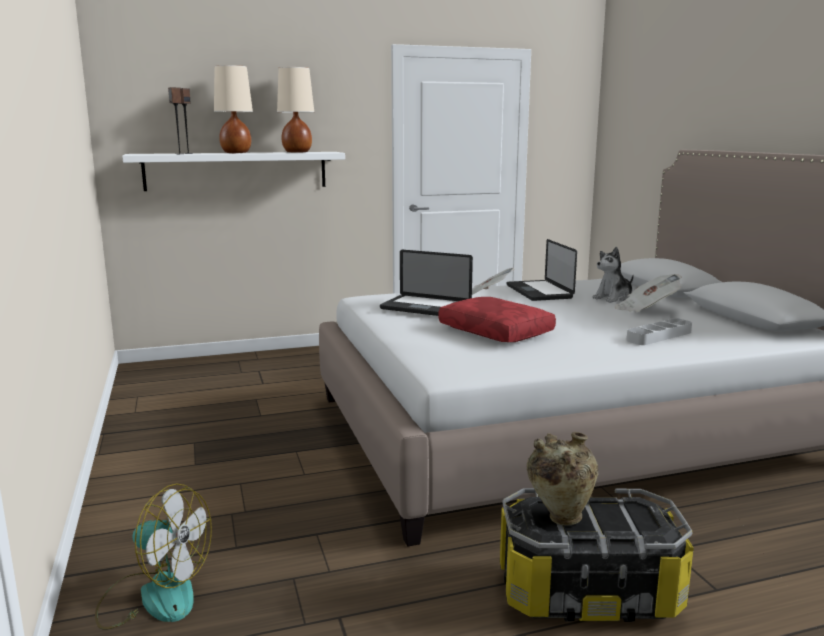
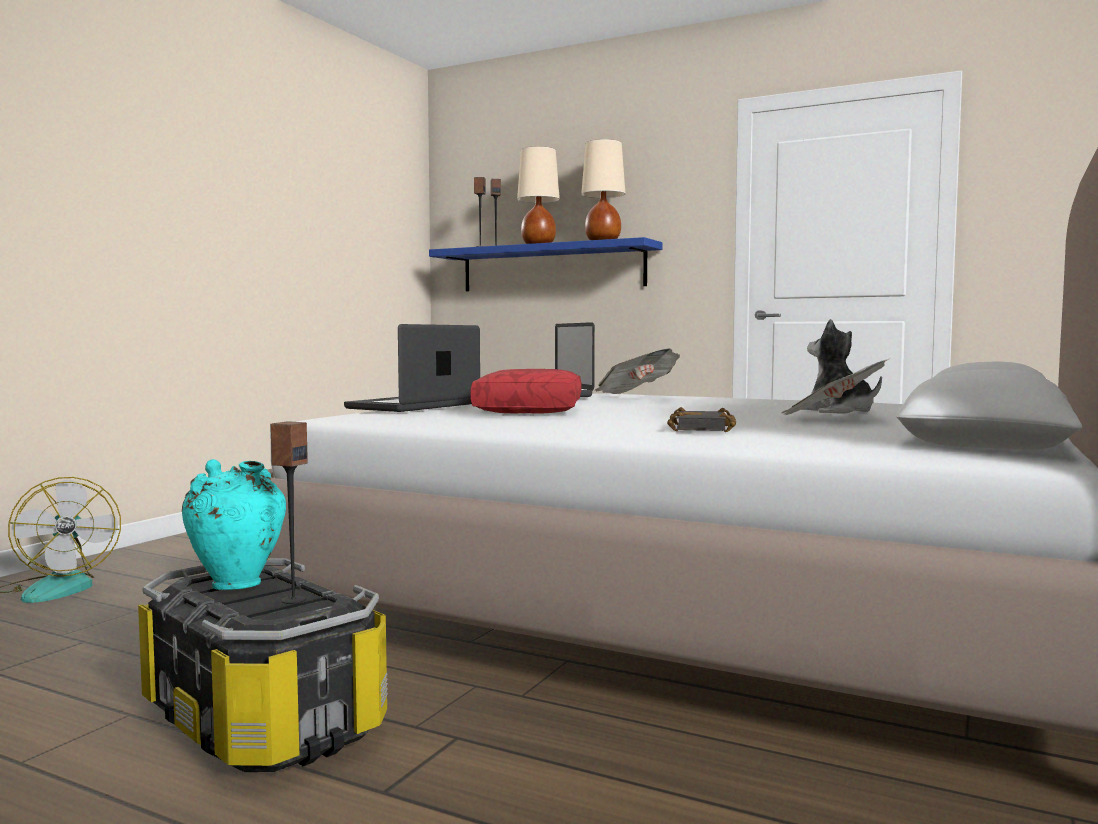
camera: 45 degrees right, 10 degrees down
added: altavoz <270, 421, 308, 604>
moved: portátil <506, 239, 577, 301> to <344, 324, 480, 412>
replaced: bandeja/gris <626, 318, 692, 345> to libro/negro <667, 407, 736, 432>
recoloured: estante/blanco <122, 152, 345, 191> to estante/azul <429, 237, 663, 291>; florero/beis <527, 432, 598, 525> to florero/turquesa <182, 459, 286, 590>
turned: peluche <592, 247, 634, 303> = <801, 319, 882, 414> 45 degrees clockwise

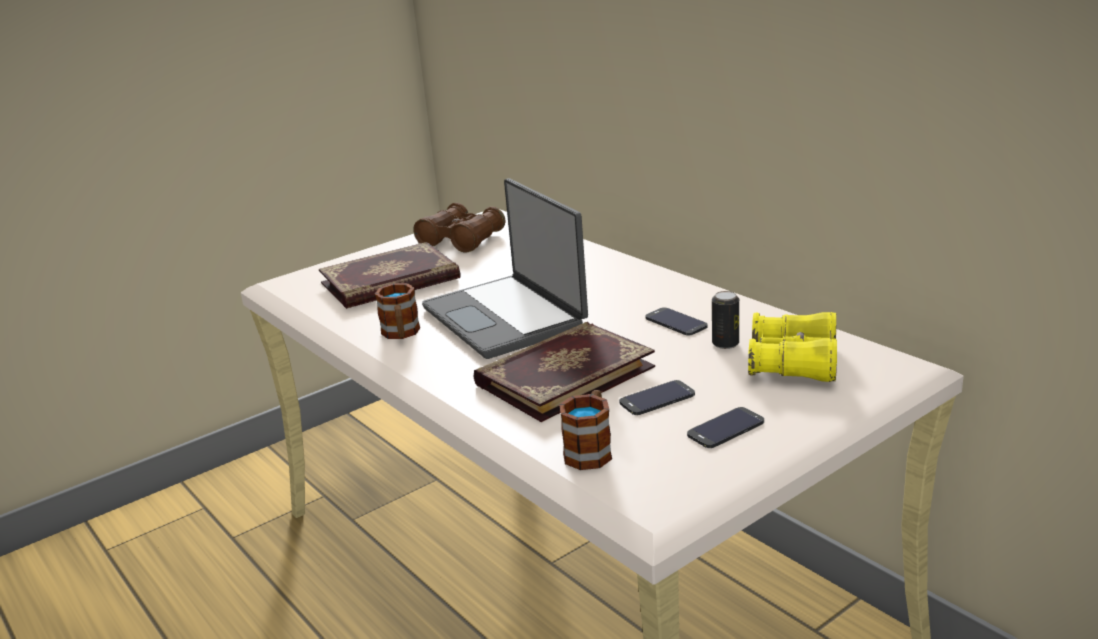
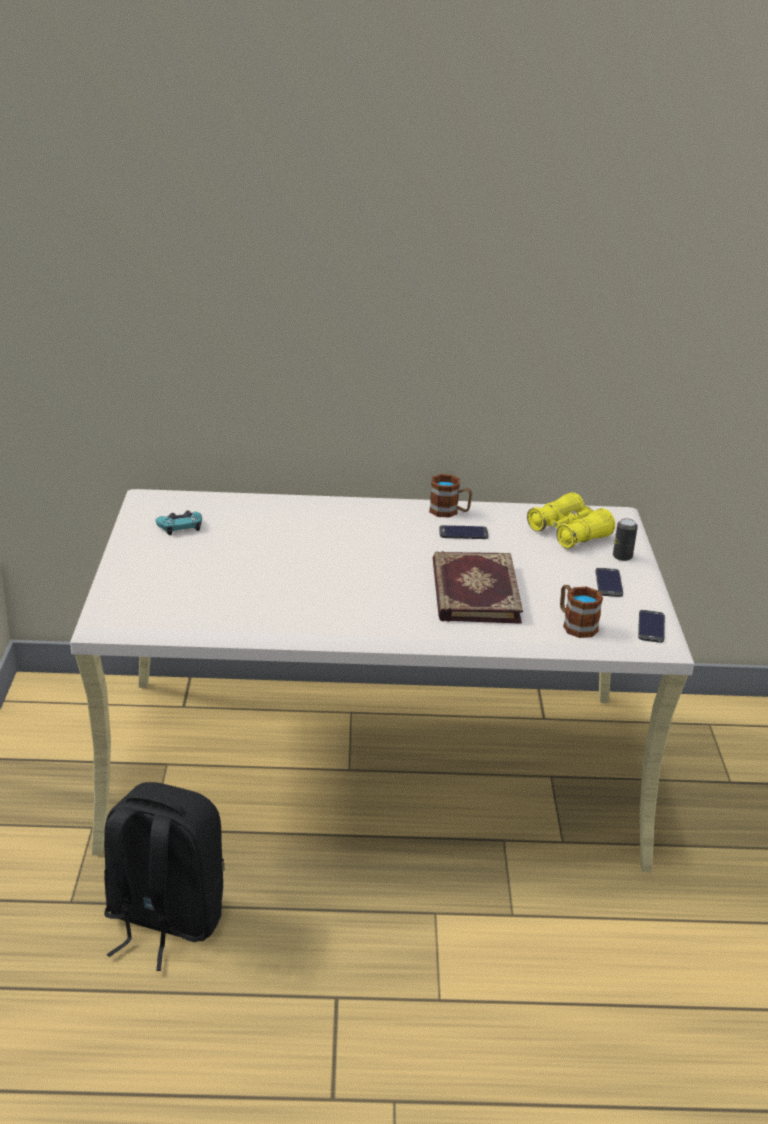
camera: 55 degrees left, 5 degrees up
removed: libro <319, 242, 460, 309>; portátil <422, 178, 588, 359>
added: mochila/negro <104, 782, 224, 971>
moved: taza grande <375, 283, 420, 339> to <429, 474, 472, 518>; móvil <619, 380, 695, 415> to <638, 610, 665, 643>; lata <712, 291, 739, 349> to <613, 518, 638, 561>
replaced: prismáticos/marrón <413, 203, 505, 253> to mando de consola/turquesa <156, 510, 202, 535>

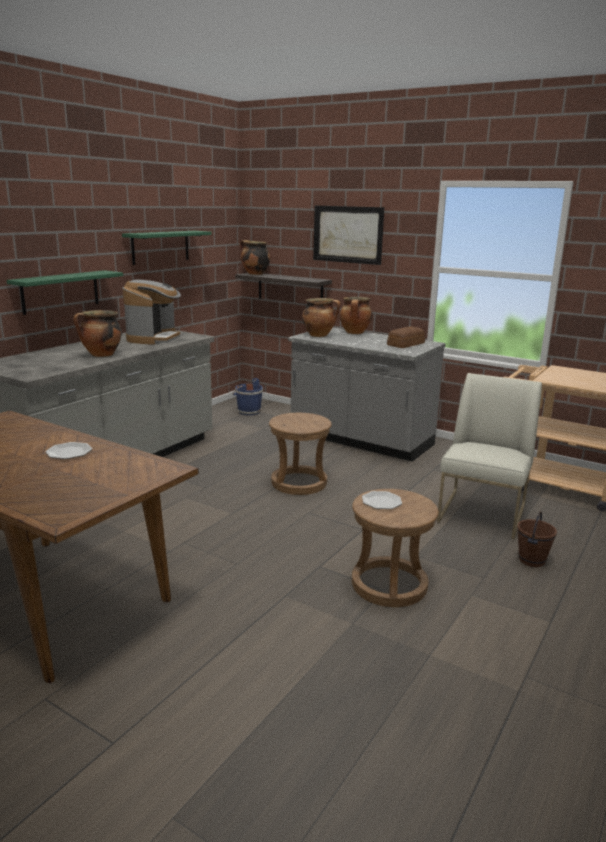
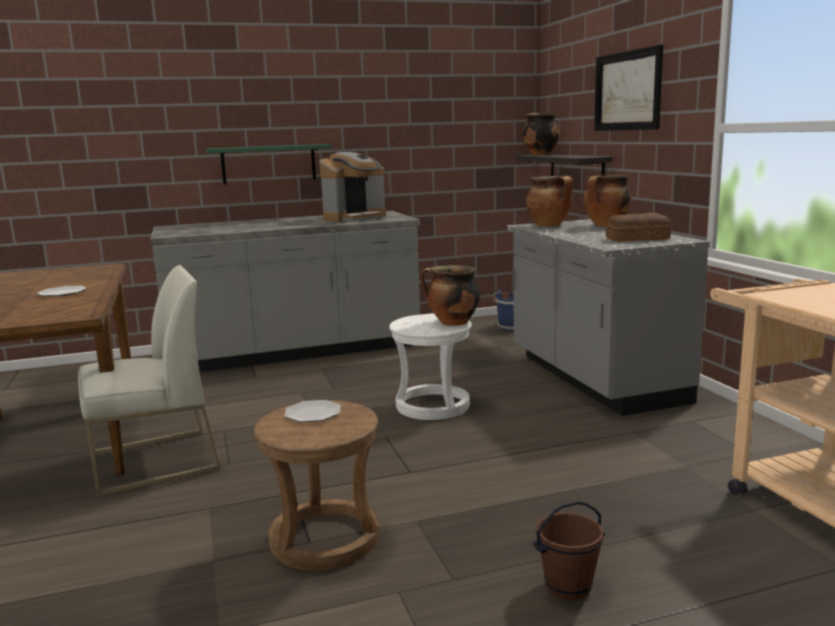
camera: 40 degrees right, 5 degrees down
removed: estante/verde <122, 231, 212, 265>
moved: olla <73, 310, 122, 357> to <421, 265, 480, 326>; silla/blanco <437, 373, 542, 539> to <78, 265, 221, 497>
recoloured: taburete/marrón <269, 413, 332, 495> to taburete/blanco <389, 314, 472, 420>

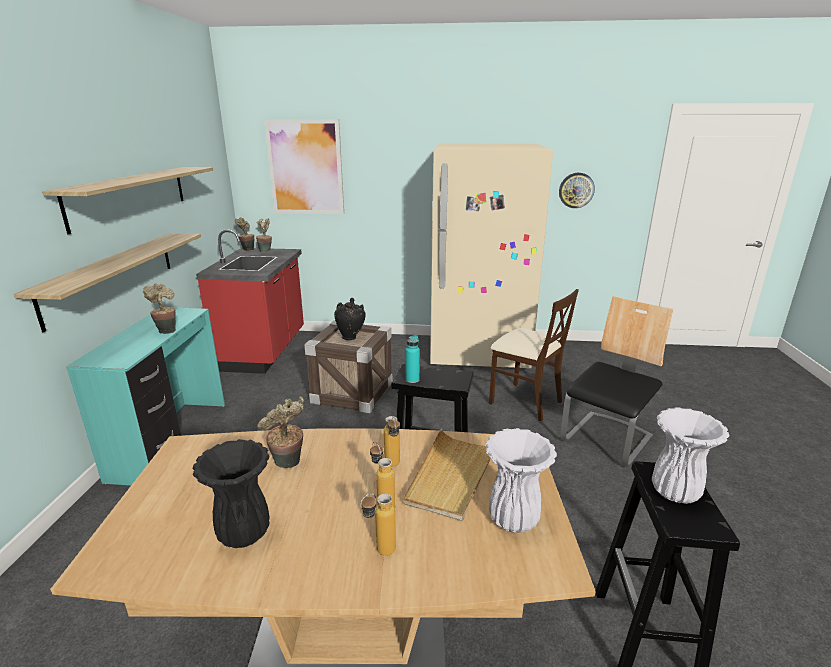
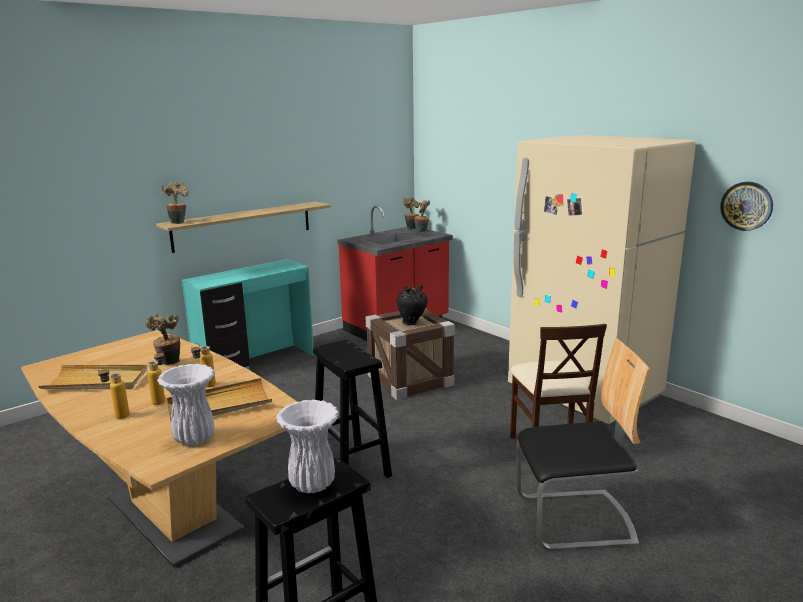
camera: 45 degrees right, 5 degrees down
removed: estante <42, 167, 213, 234>; cuadro <264, 119, 344, 214>; botella/turquesa <405, 335, 420, 383>
moved: planta en maceta <143, 284, 176, 334> to <161, 181, 189, 224>
replaced: florero/negro <192, 439, 270, 548> to bandeja/beis <38, 365, 147, 389>

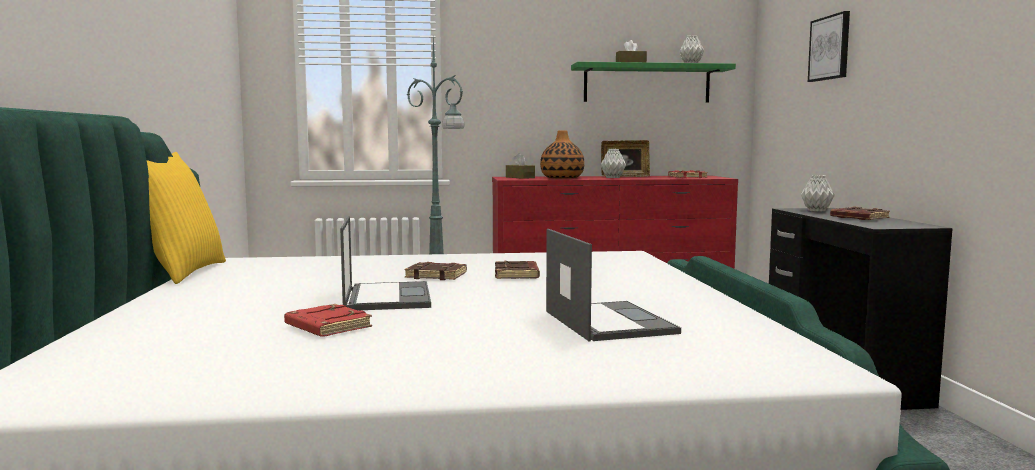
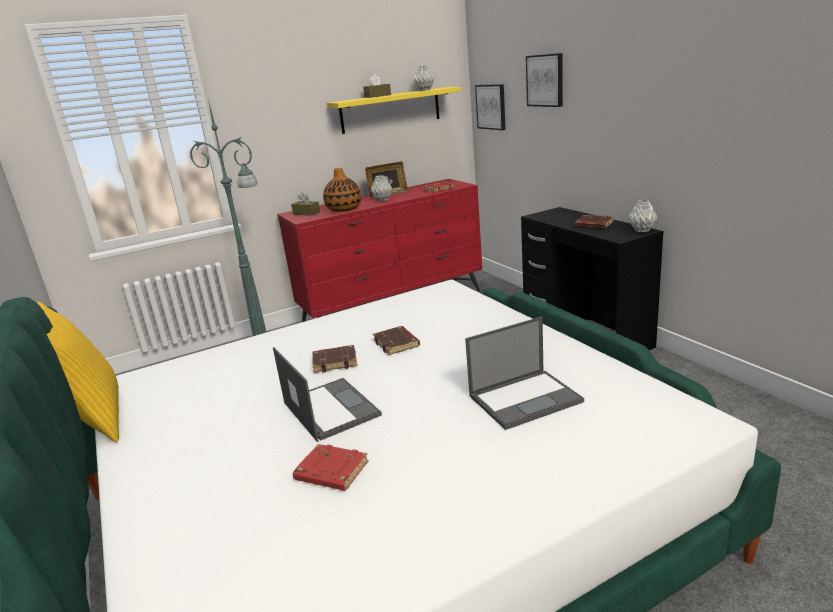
camera: 20 degrees left, 15 degrees up
added: cuadro <475, 84, 506, 130>
moved: florero/gris <801, 175, 835, 212> to <629, 200, 657, 232>
recoloured: estante/verde <571, 62, 736, 103> to estante/amarillo <327, 87, 461, 134>
turned: portátil <546, 229, 681, 341> = <465, 316, 584, 430> 105 degrees clockwise

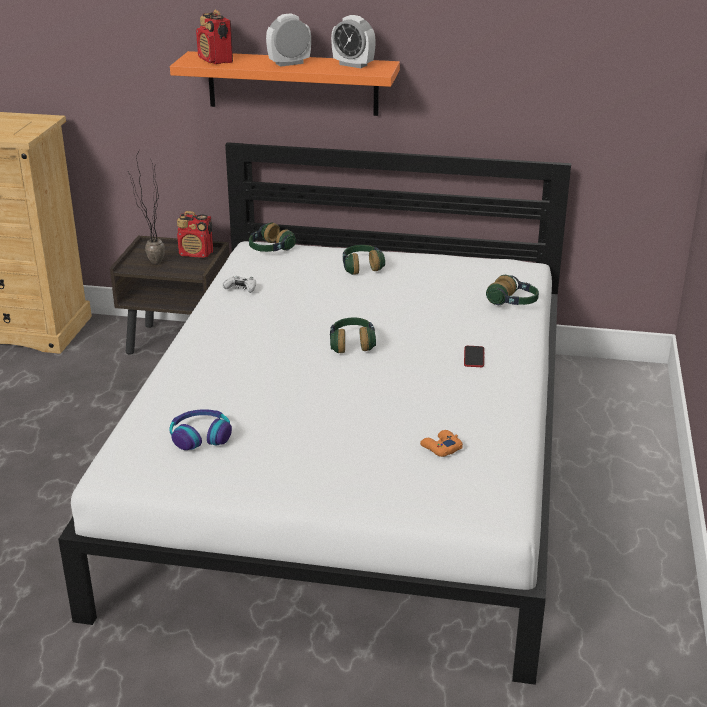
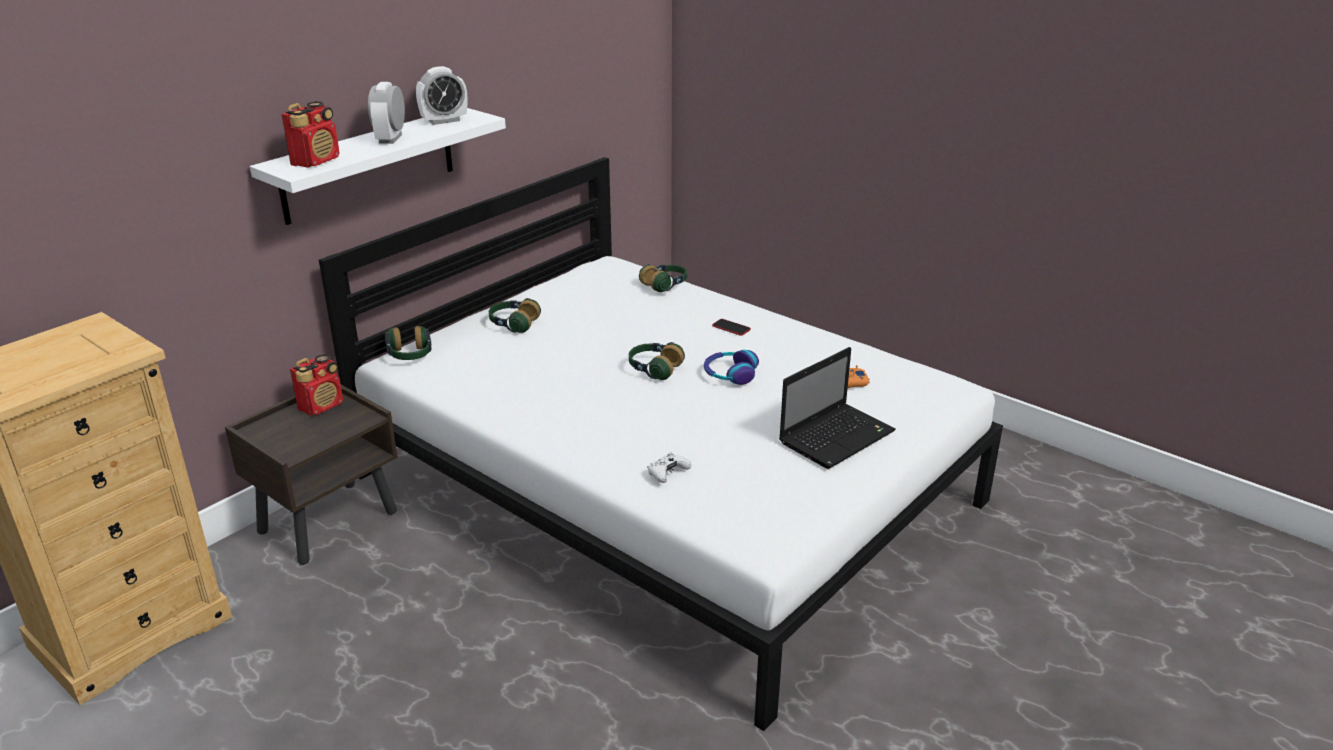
camera: 60 degrees left, 0 degrees up
removed: planta en maceta <128, 153, 165, 264>
added: portátil <779, 347, 896, 469>
moved: auriculares <169, 409, 232, 450> to <704, 350, 759, 385>; mando de consola/blanco <222, 276, 256, 293> to <648, 452, 691, 483>
recoloured: estante/naranja <170, 51, 400, 116> to estante/blanco <250, 108, 506, 225>
turned: radio <196, 10, 233, 64> = <282, 101, 340, 168> 60 degrees counterclockwise

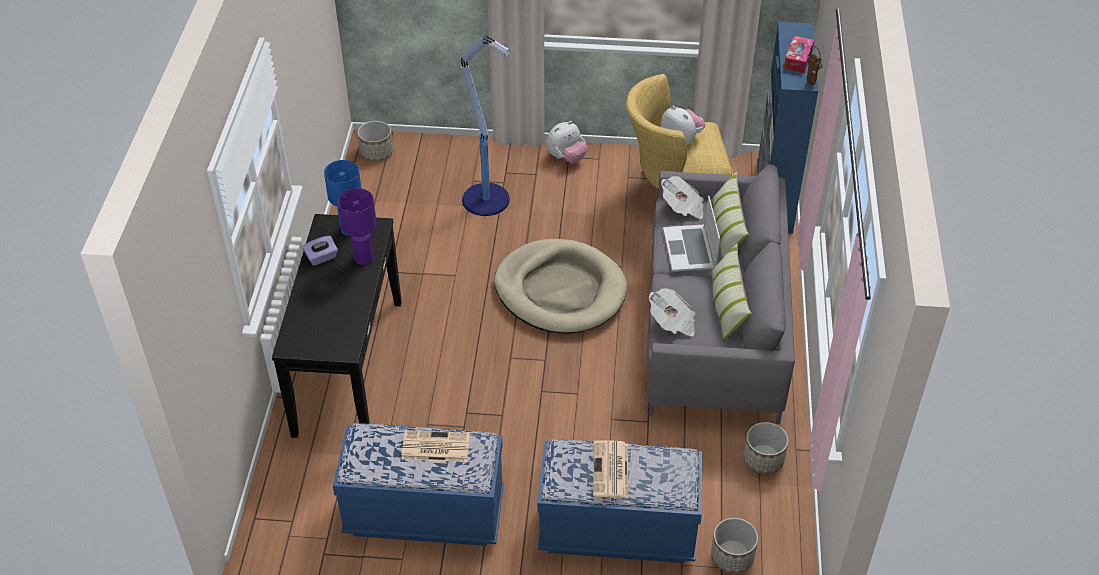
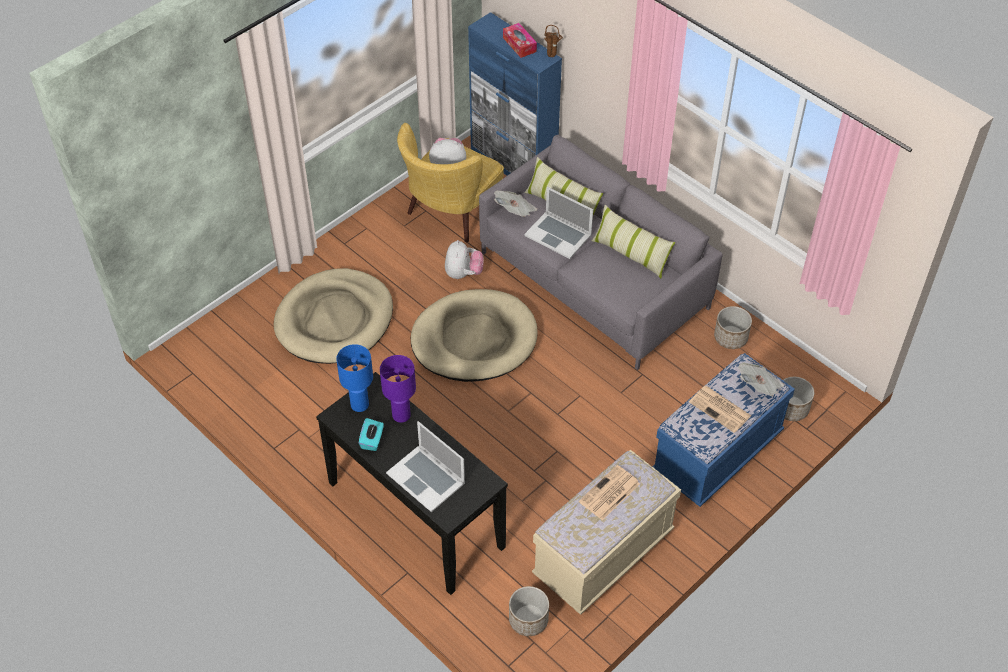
camera: 50 degrees left, 5 degrees up
added: portátil <386, 421, 465, 512>
moved: maceta <357, 121, 393, 162> to <509, 586, 549, 636>; peluche <546, 121, 588, 164> to <445, 240, 484, 279>; periódico <649, 288, 696, 336> to <738, 362, 784, 396>
replaced: lámpara de pie <461, 34, 511, 216> to cama para perro/beis <274, 268, 393, 364>
recoloured: caja de pañuelos/morado <302, 236, 338, 266> to caja de pañuelos/turquesa <359, 418, 384, 451>; banco/azul <333, 423, 504, 546> to banco/beis <532, 450, 681, 615>

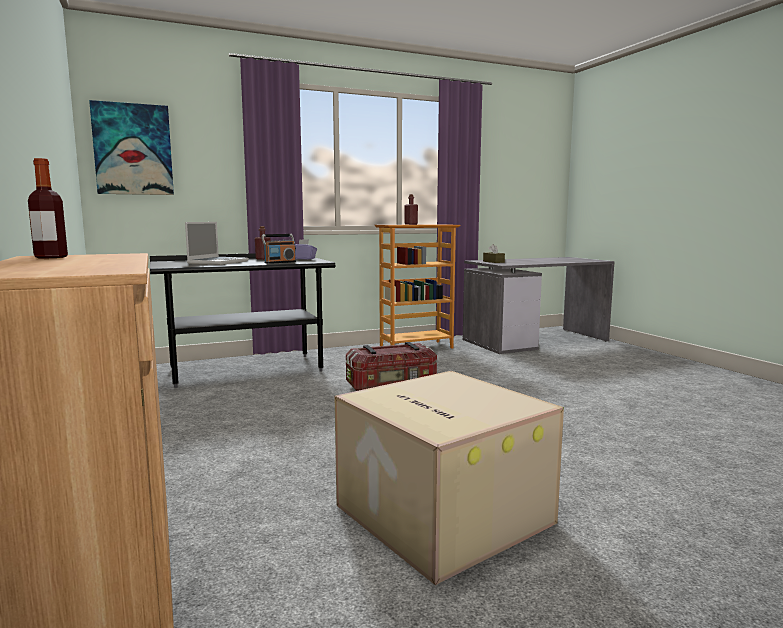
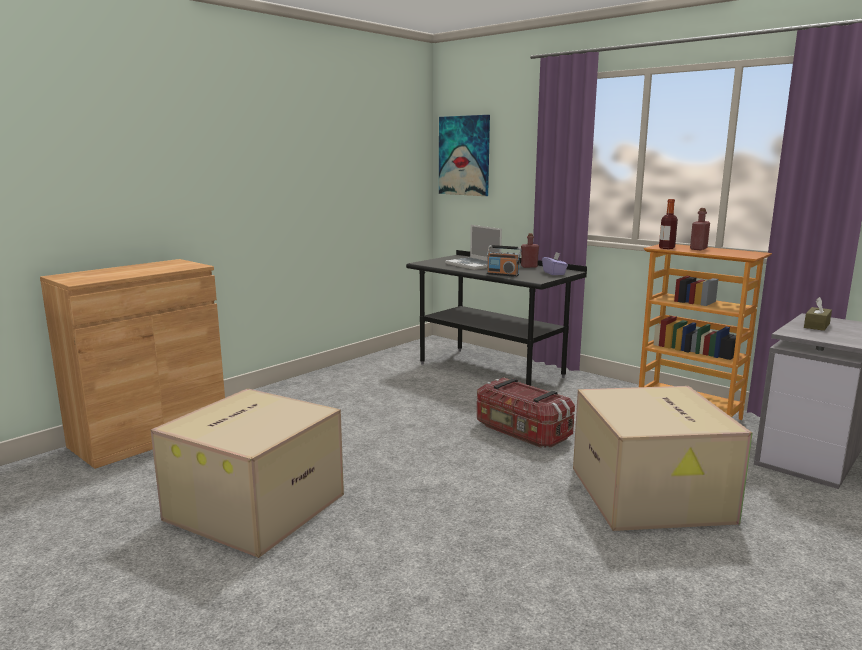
camera: 65 degrees right, 5 degrees up
added: caja de cartón <573, 386, 752, 531>
moved: botella <28, 158, 68, 258> to <659, 199, 678, 249>
turned: portátil <185, 222, 249, 265> = <445, 225, 502, 270> 60 degrees clockwise

